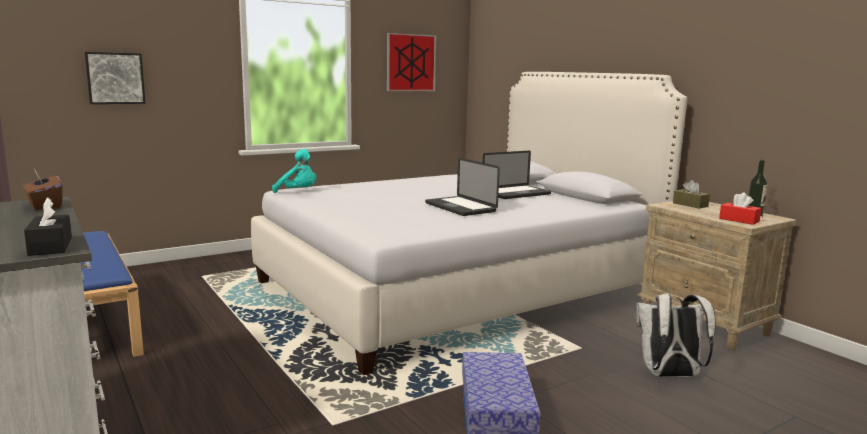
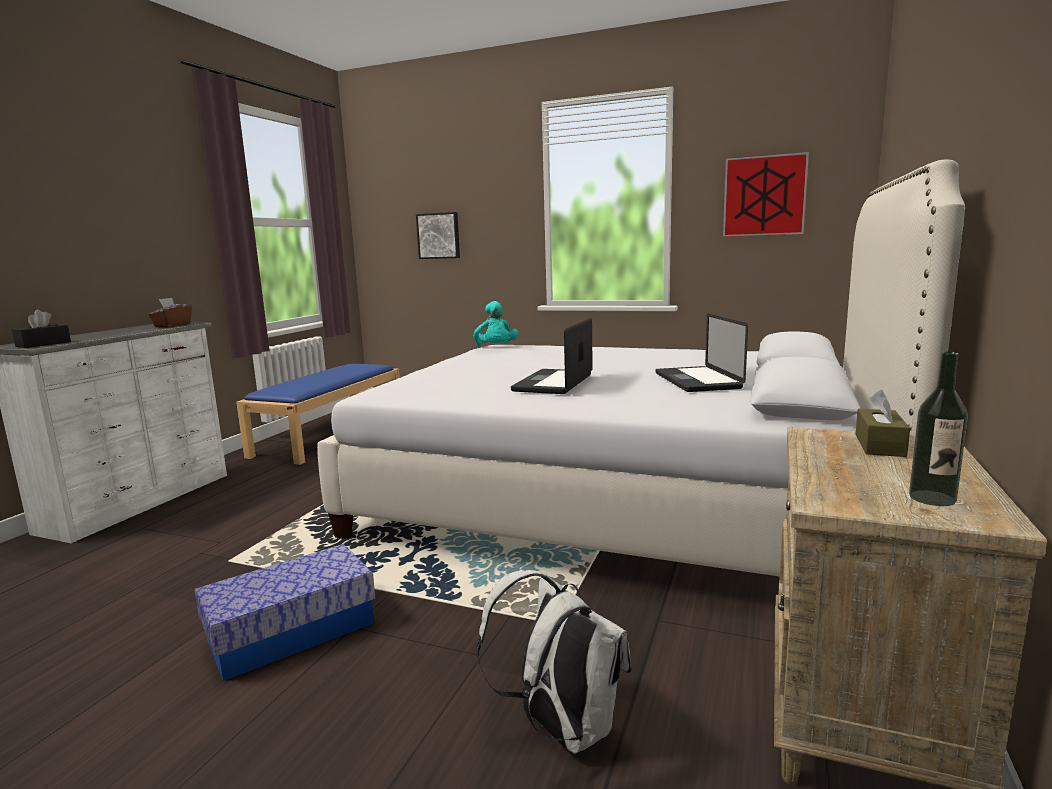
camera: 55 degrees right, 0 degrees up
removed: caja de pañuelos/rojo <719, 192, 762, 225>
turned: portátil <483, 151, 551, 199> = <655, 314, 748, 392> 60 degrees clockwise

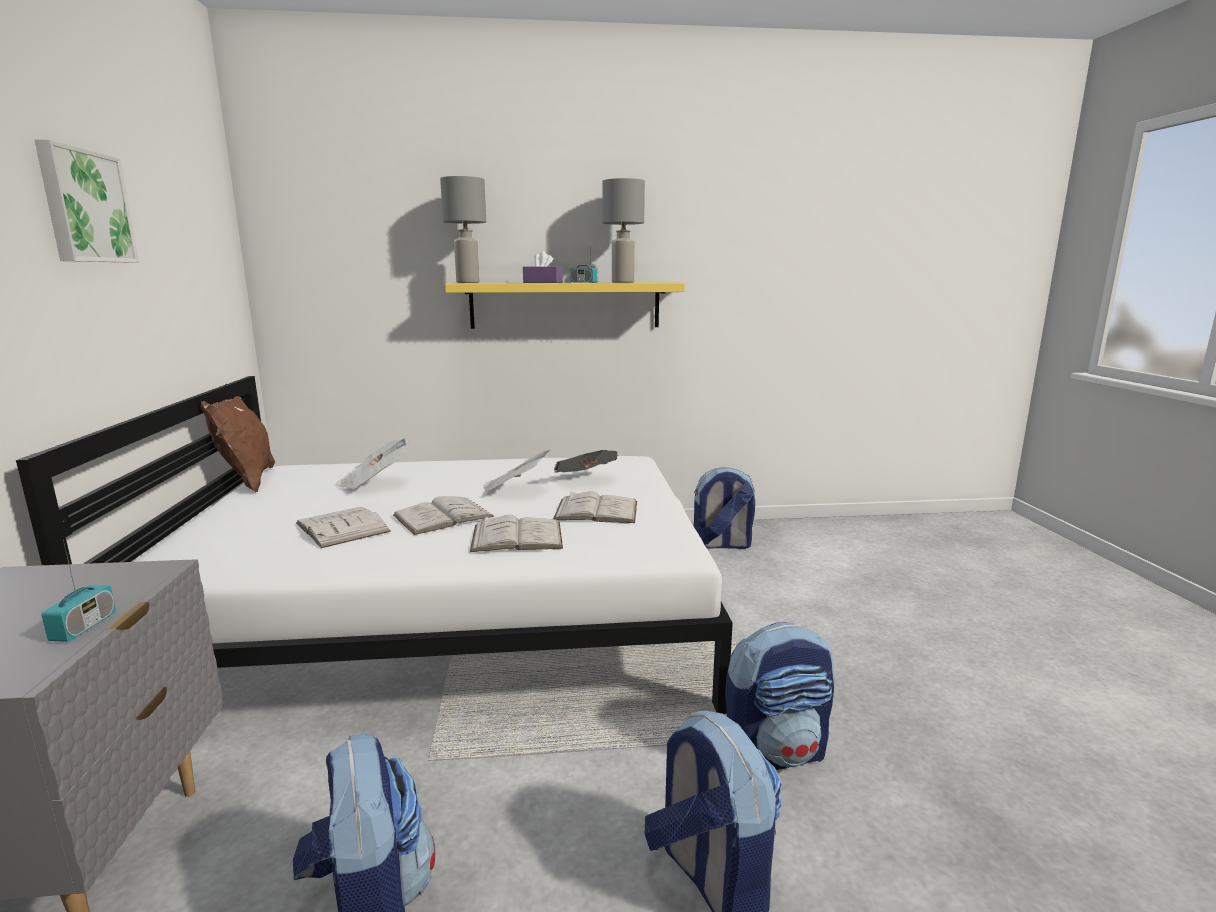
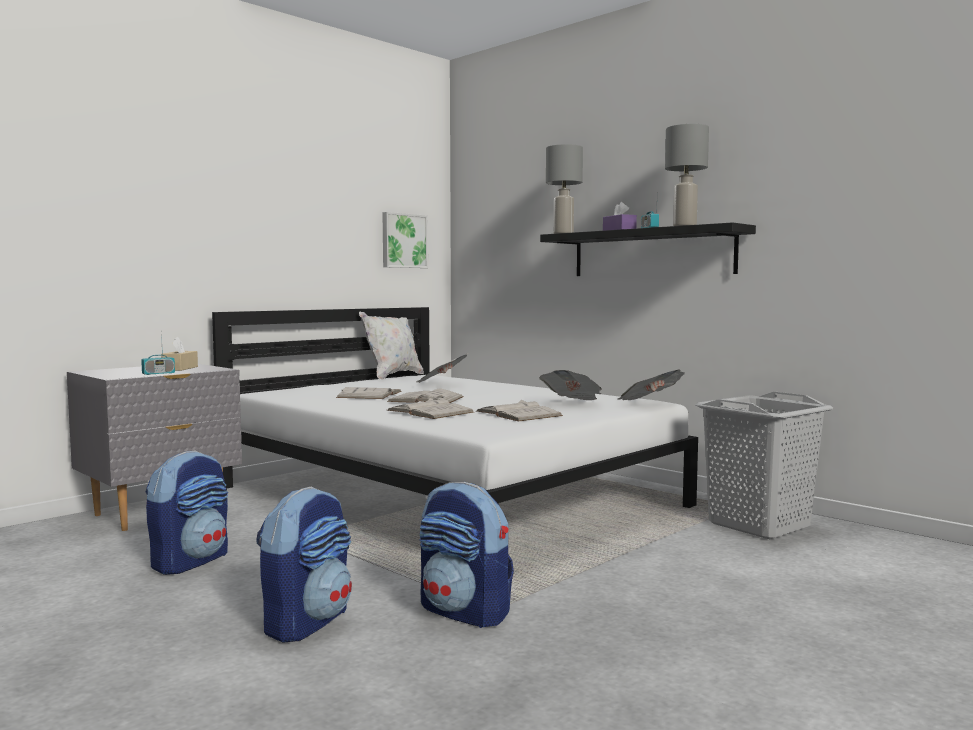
camera: 50 degrees right, 10 degrees down
added: caja de pañuelos/beis <161, 337, 198, 371>
moved: cuadro <35, 139, 139, 262> to <382, 212, 428, 268>; periódico <483, 450, 551, 493> to <618, 369, 685, 400>
replaced: mochila <694, 467, 755, 549> to cesto de la ropa/gris <695, 391, 833, 539>
recoloured: cojín/marrón <200, 384, 275, 492> to cojín/blanco <359, 311, 424, 380>; estante/amarillo <445, 283, 685, 329> to estante/negro <540, 222, 756, 276>

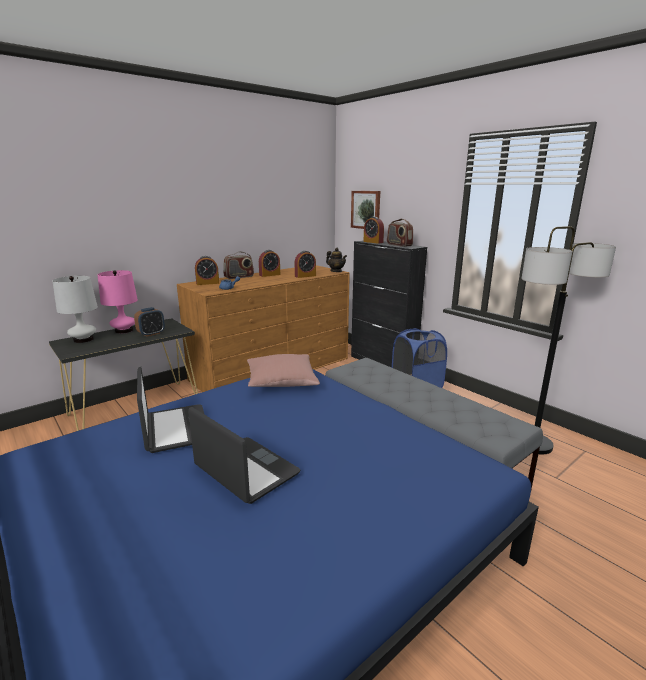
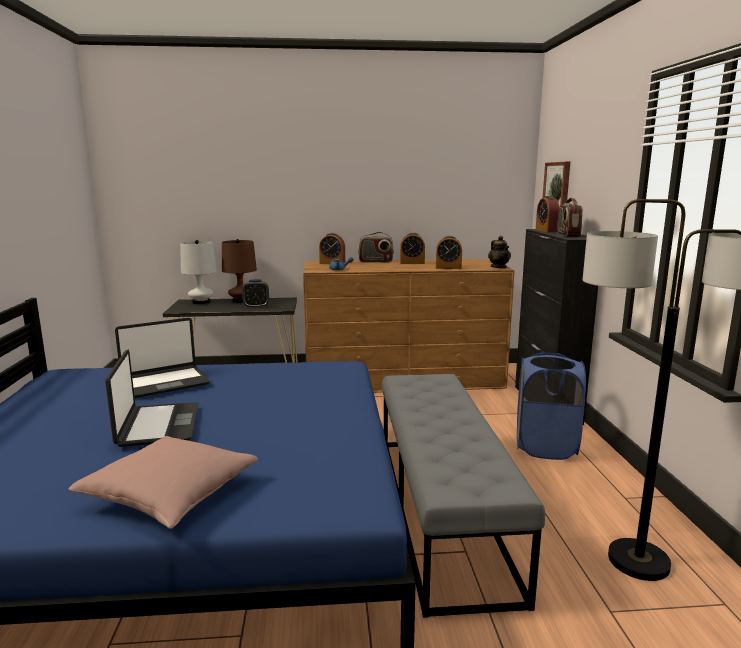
camera: 35 degrees right, 5 degrees down
moved: cojín/rosa <247, 354, 320, 387> to <68, 436, 258, 529>
recoloured: lámpara de mesa/rosa <98, 270, 138, 334> to lámpara de mesa/marrón <222, 239, 257, 303>
turned: portátil <137, 366, 205, 453> = <115, 318, 210, 398> 45 degrees clockwise

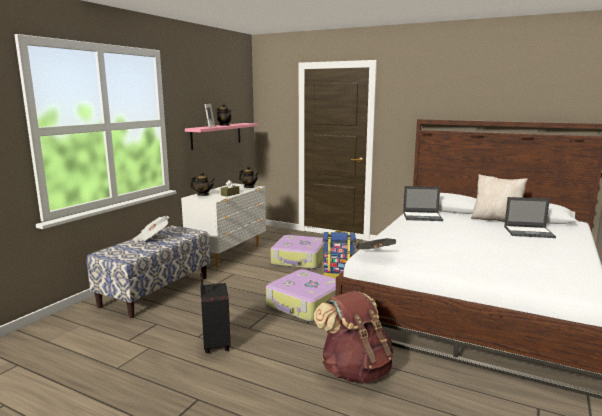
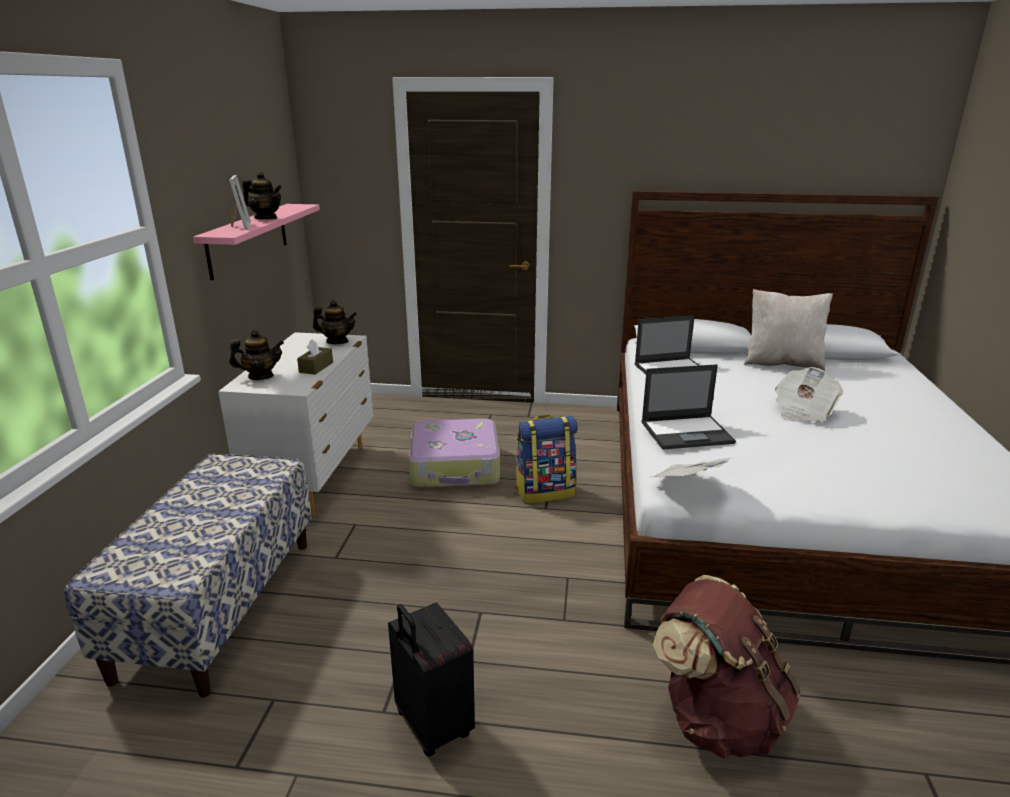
camera: 20 degrees left, 10 degrees up
removed: maleta <266, 269, 336, 322>
moved: periódico <133, 216, 169, 242> to <775, 367, 843, 422>; portátil <504, 197, 556, 238> to <641, 364, 736, 450>

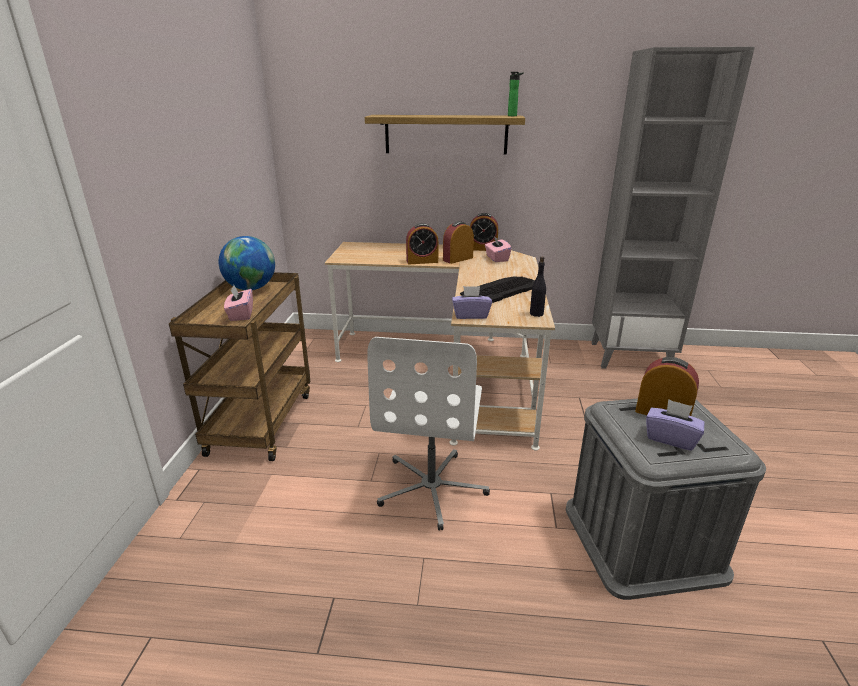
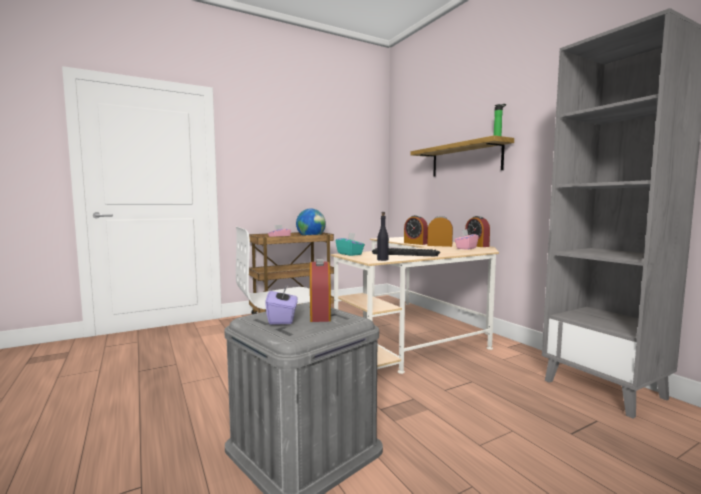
camera: 55 degrees right, 20 degrees down
recoloured: caja de pañuelos/morado <452, 286, 492, 319> to caja de pañuelos/turquesa <336, 233, 365, 256>

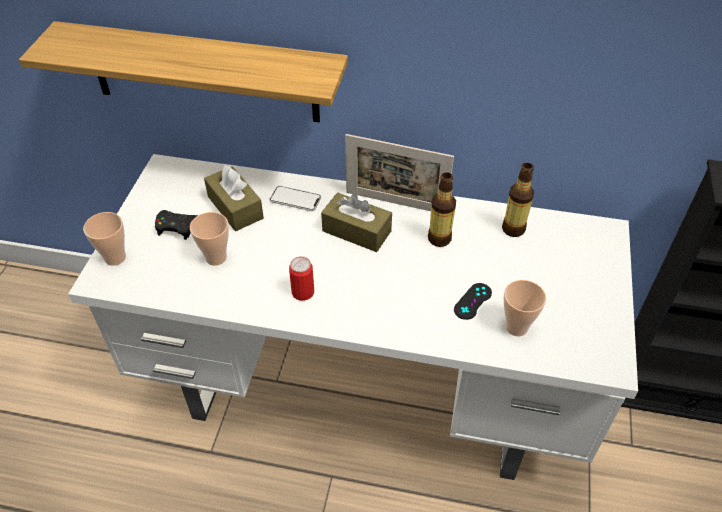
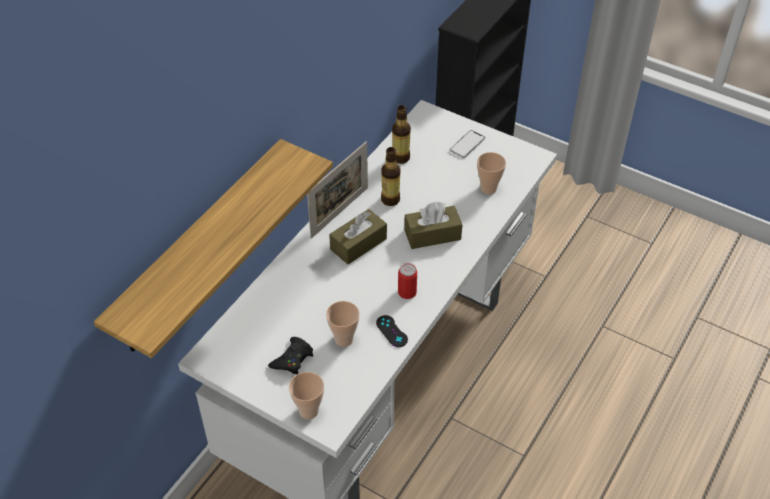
camera: 70 degrees left, 0 degrees up
moved: caja de pañuelos/marrón <204, 165, 264, 231> to <404, 202, 462, 249>; móvil <269, 186, 321, 211> to <450, 130, 485, 158>; mando de consola/negro <454, 283, 492, 320> to <376, 315, 408, 347>

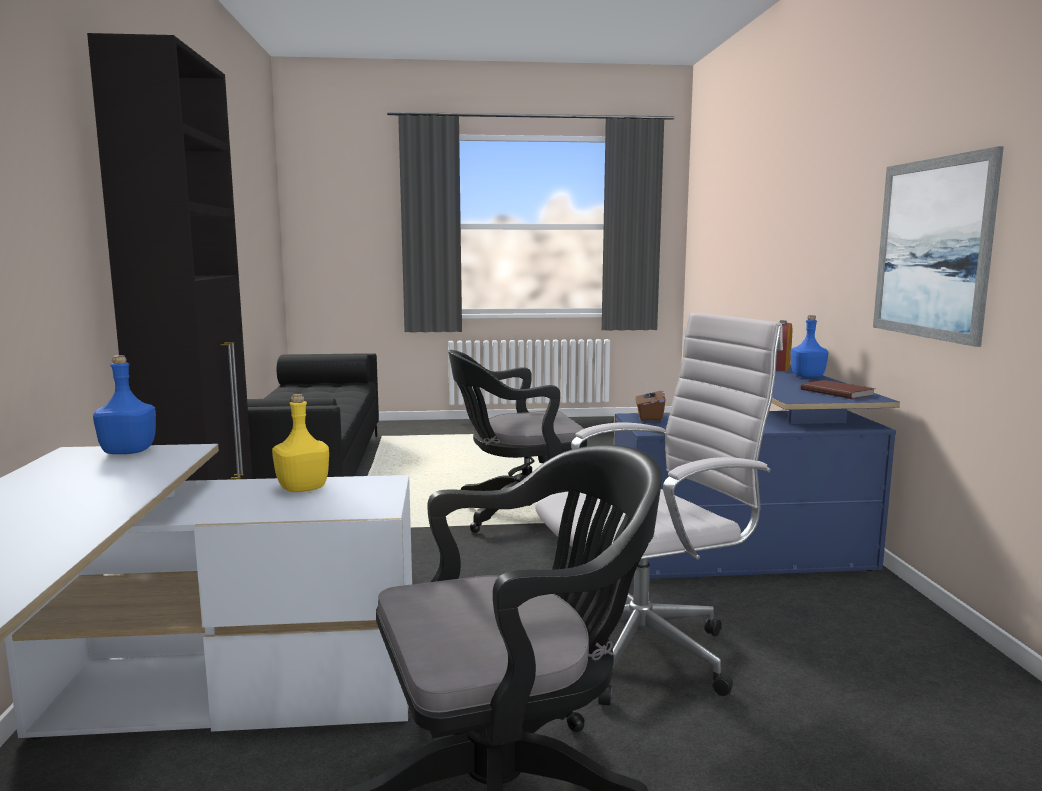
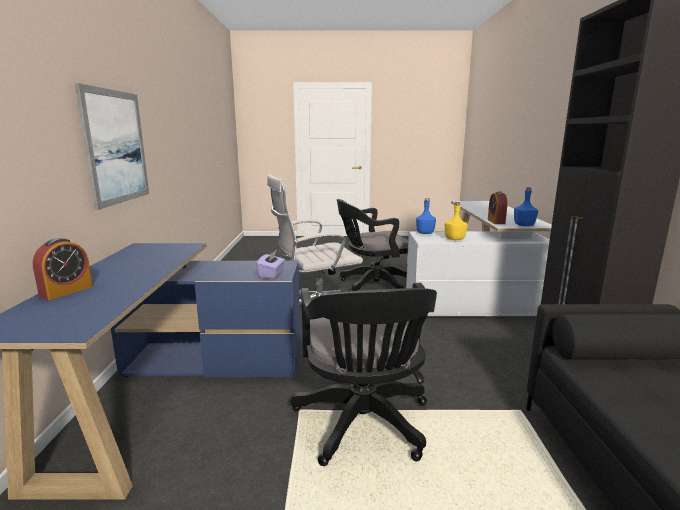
camera: 175 degrees left, 5 degrees up
removed: libro/marrón <801, 380, 875, 399>
added: despertador <488, 191, 507, 224>
moved: botella/azul <791, 315, 828, 378> to <416, 198, 436, 234>
recoloured: caja de pañuelos/marrón <635, 383, 665, 421> to caja de pañuelos/morado <256, 251, 285, 279>
turned: silla de oficina/negro <448, 350, 587, 533> = <291, 283, 437, 466> 90 degrees clockwise

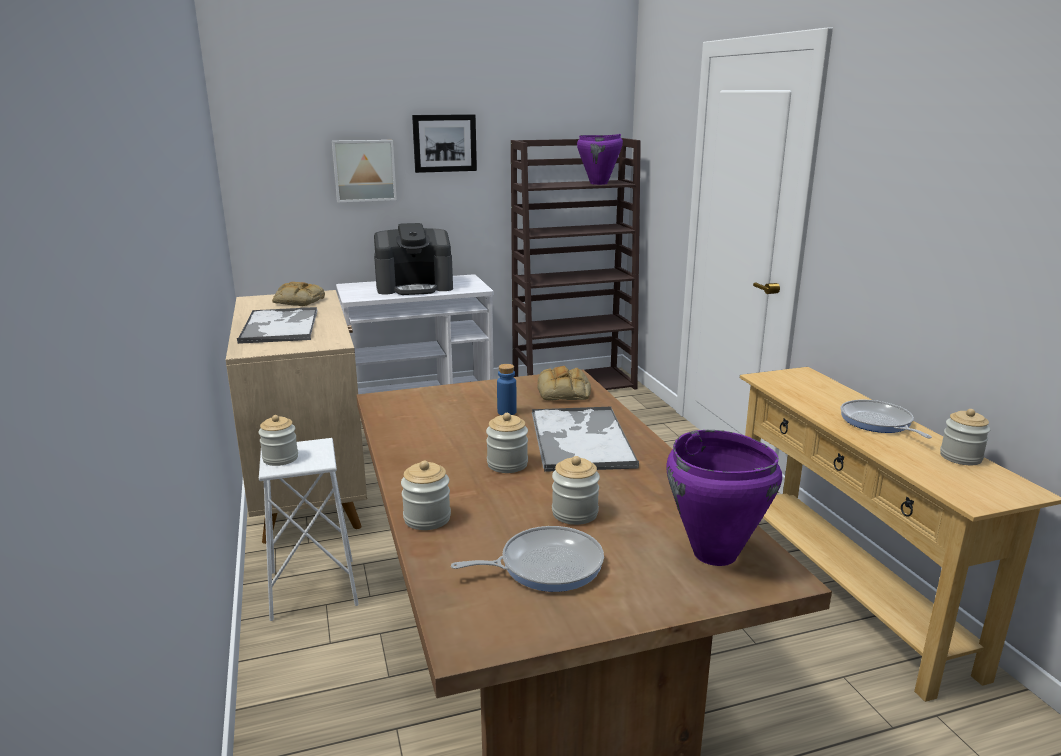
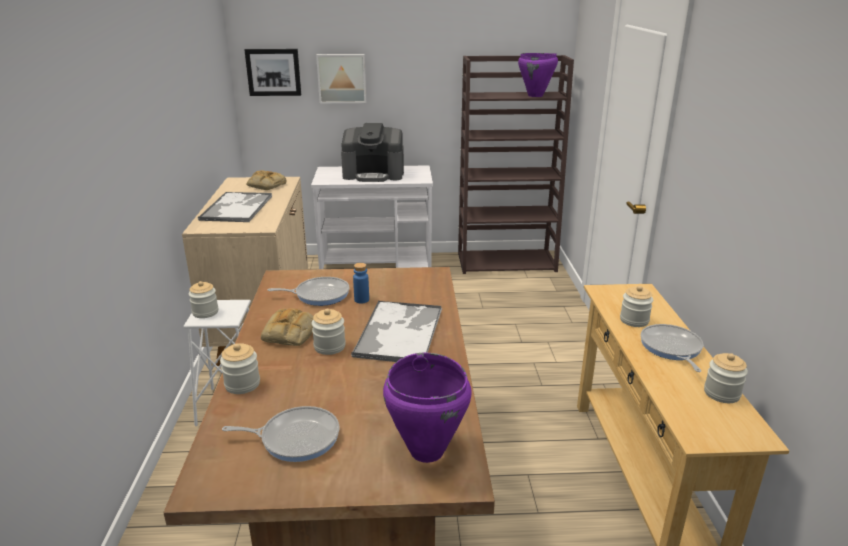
camera: 15 degrees right, 5 degrees up
added: sartén <268, 277, 350, 306>
moved: cuadro <412, 114, 477, 173> to <245, 49, 301, 96>; pan <537, 366, 591, 400> to <261, 308, 314, 346>; tarro <552, 456, 600, 525> to <620, 286, 653, 327>

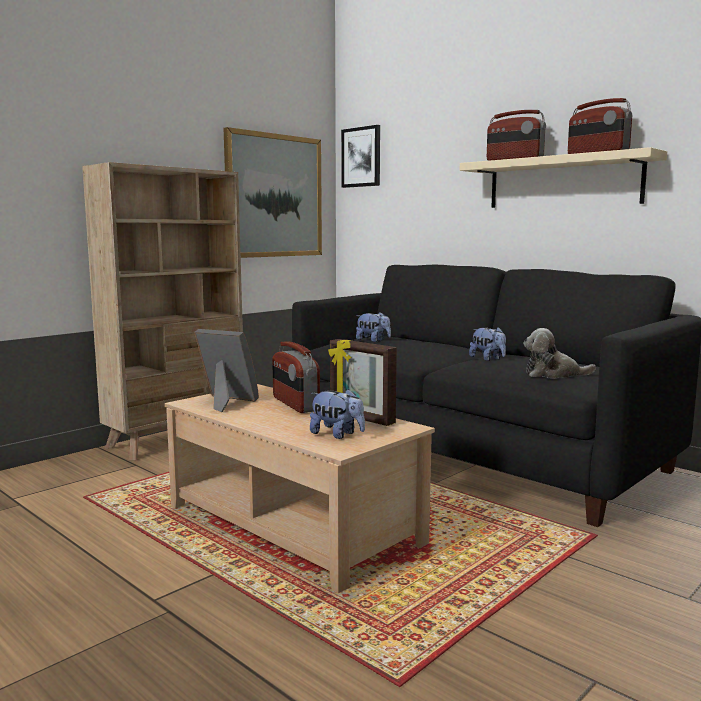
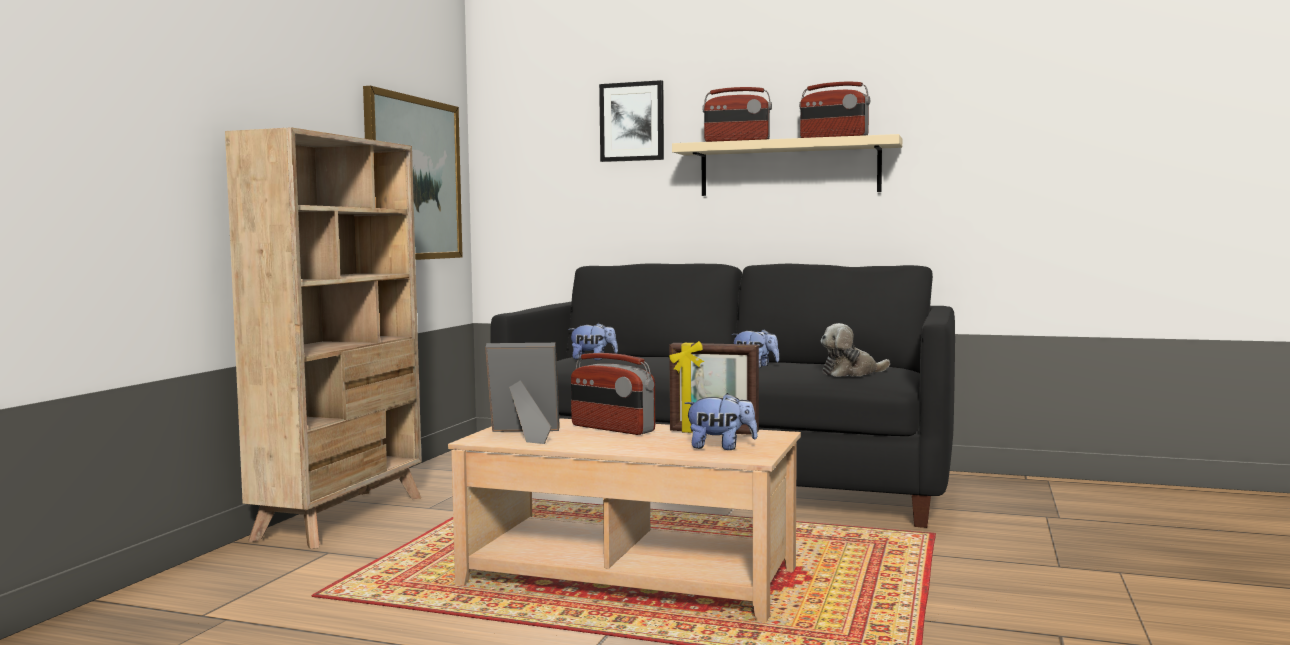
camera: 25 degrees left, 5 degrees down
moved: cuadro <341, 125, 380, 188> to <599, 80, 664, 162>

